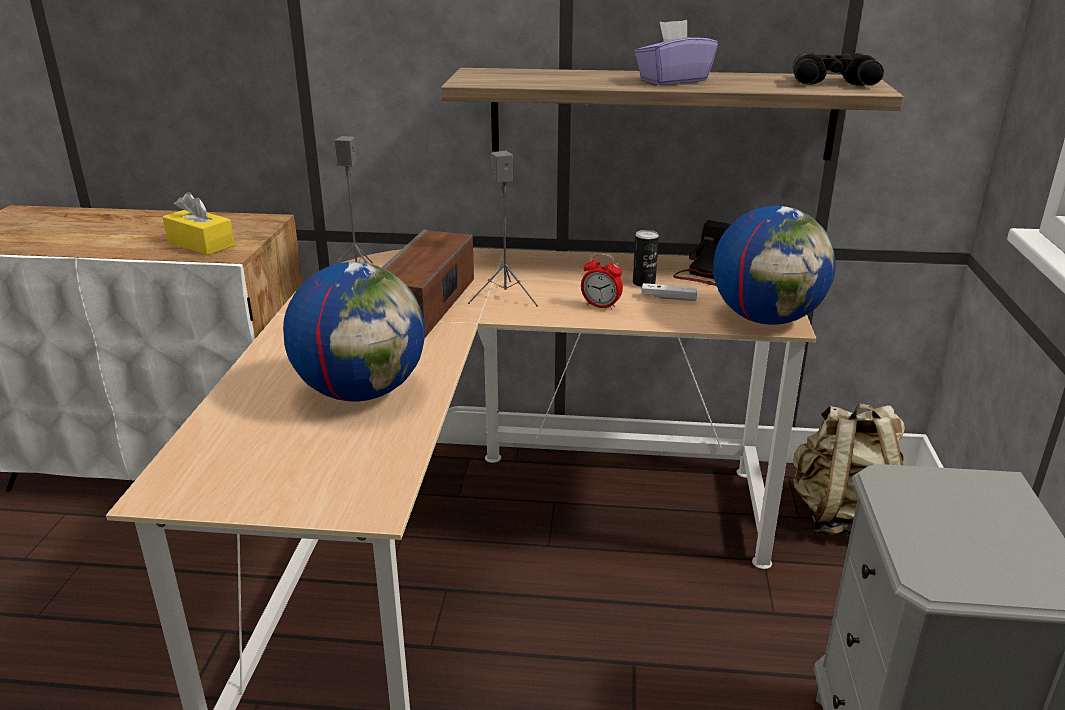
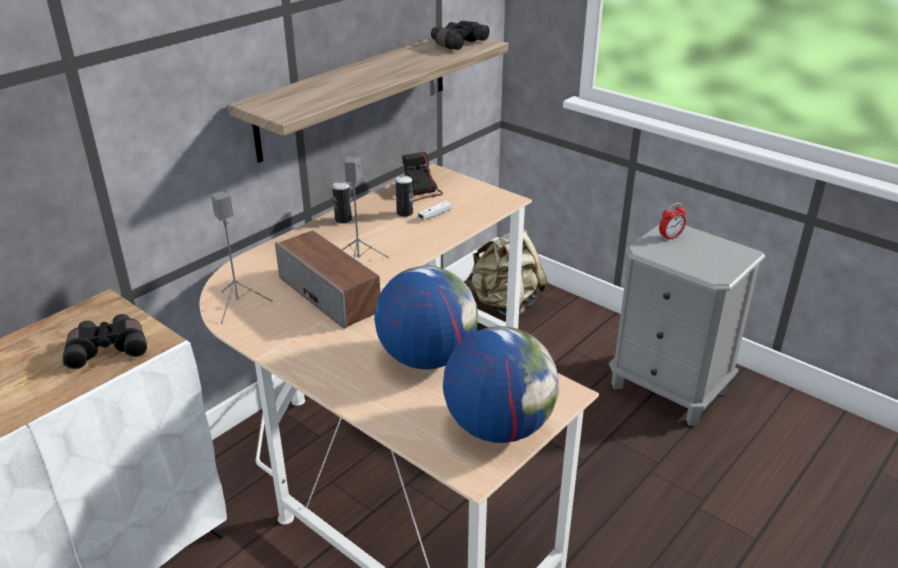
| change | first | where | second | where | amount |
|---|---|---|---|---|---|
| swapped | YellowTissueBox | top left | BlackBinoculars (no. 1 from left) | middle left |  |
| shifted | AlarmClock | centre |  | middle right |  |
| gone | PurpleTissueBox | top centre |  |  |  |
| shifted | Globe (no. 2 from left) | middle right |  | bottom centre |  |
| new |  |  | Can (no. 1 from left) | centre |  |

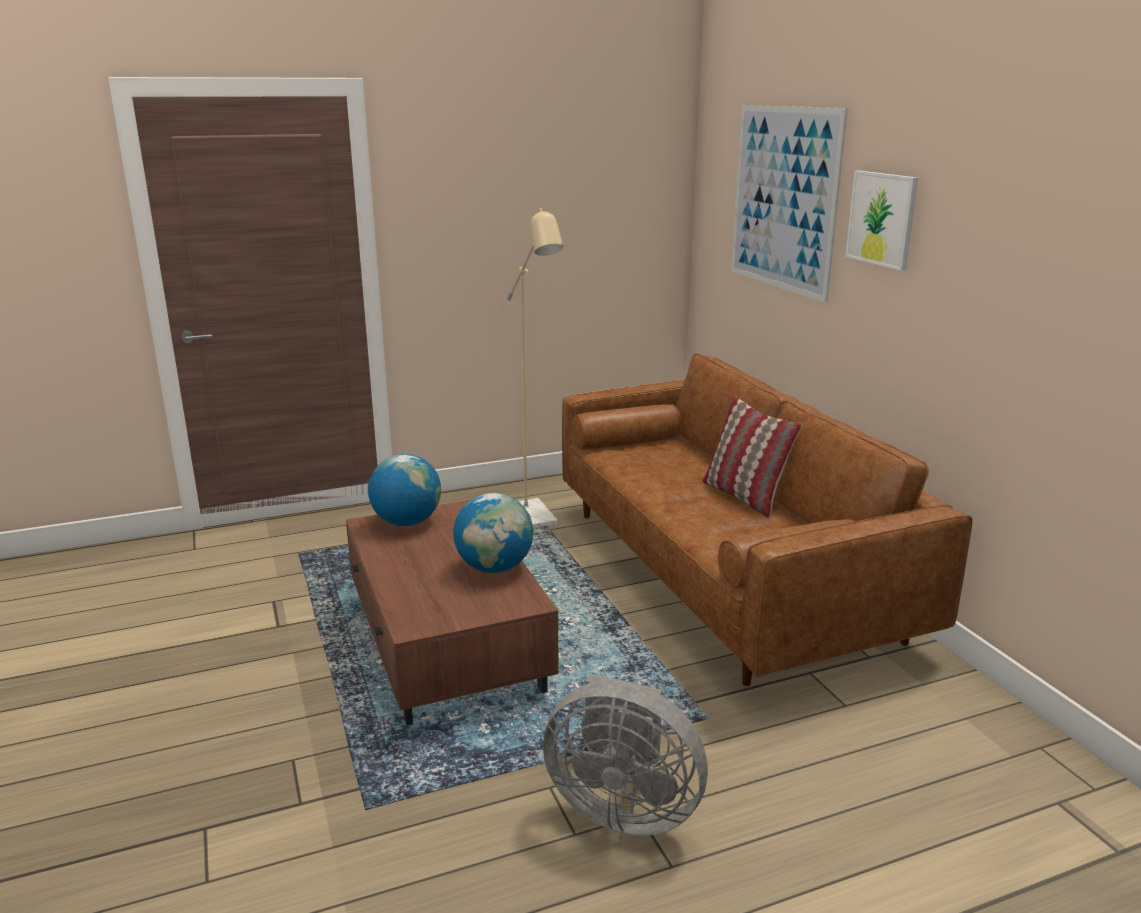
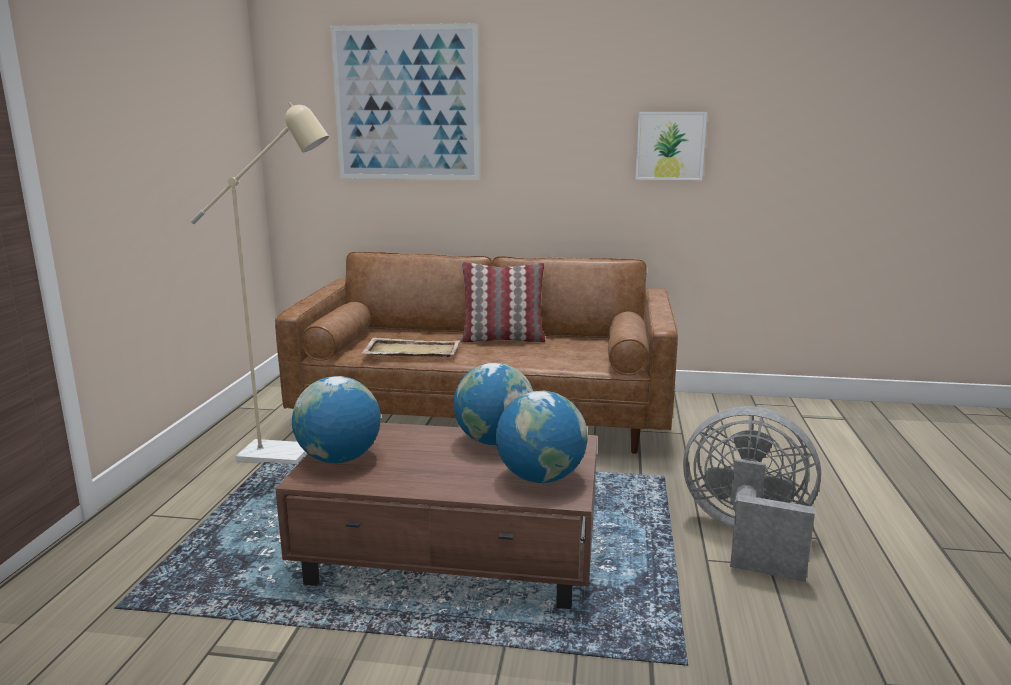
| change | first | where | second | where | amount |
|---|---|---|---|---|---|
| rotated | GreyFan | bottom centre |  | bottom right | 120 degrees counterclockwise |
| shifted | Picture (no. 2 from left) | top right |  | top centre |  |
| new |  |  | BeigeTray | centre |  |
| new |  |  | Globe (no. 3 from left) | centre |  |

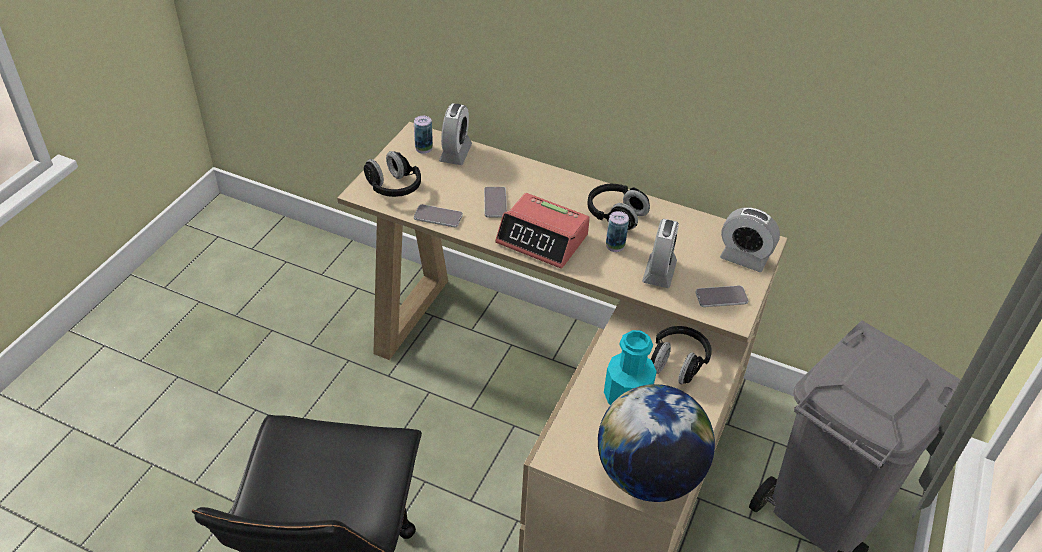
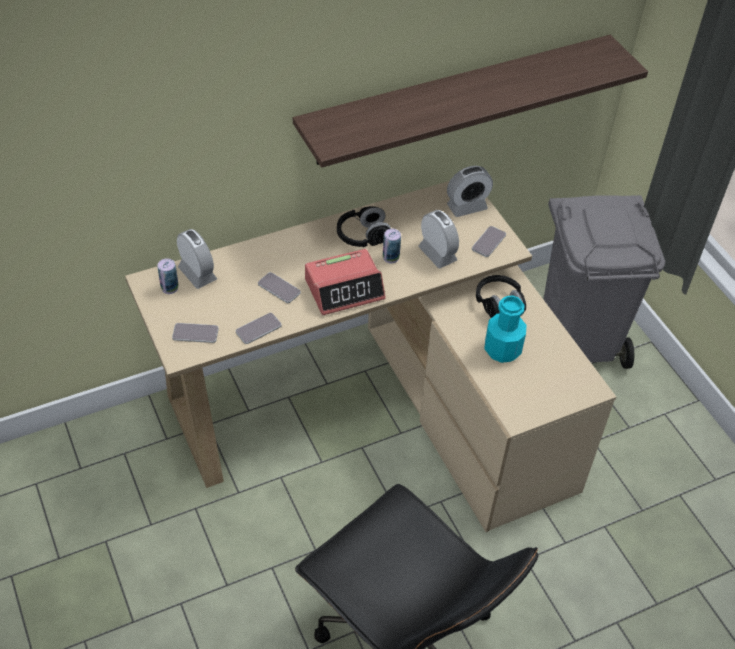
| change | first | where | second | where | amount |
|---|---|---|---|---|---|
| swapped | BlackHeadphones (no. 1 from left) | top centre | Phone (no. 1 from left) | middle left |  |
| gone | Globe | bottom centre |  |  |  |
| new |  |  | Shelf | top centre |  |

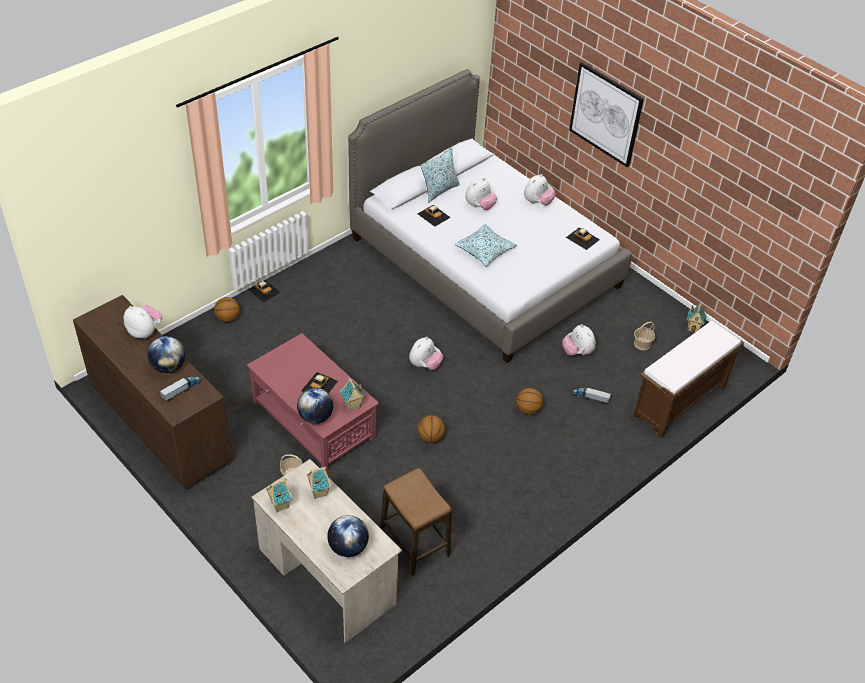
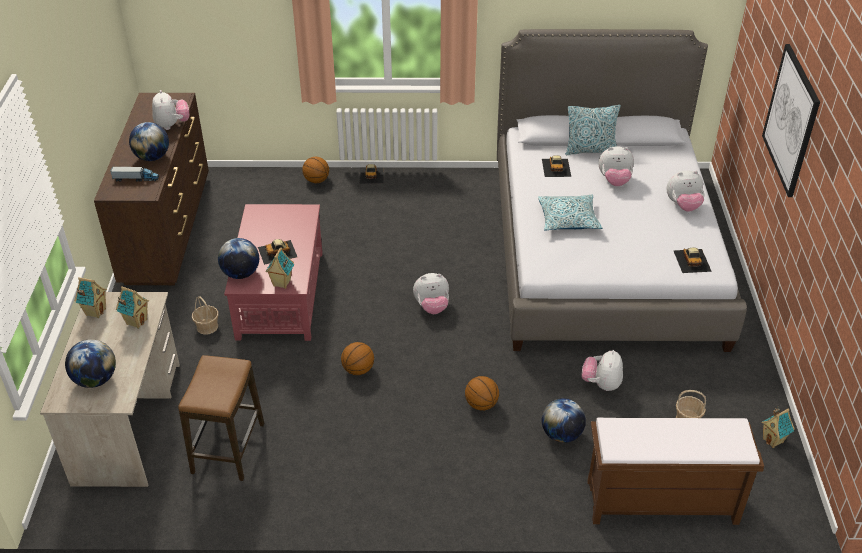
| change | first | where | second | where | amount |
|---|---|---|---|---|---|
| swapped | ToyTruck (no. 2 from left) | middle right | Globe (no. 4 from left) | bottom centre |  |

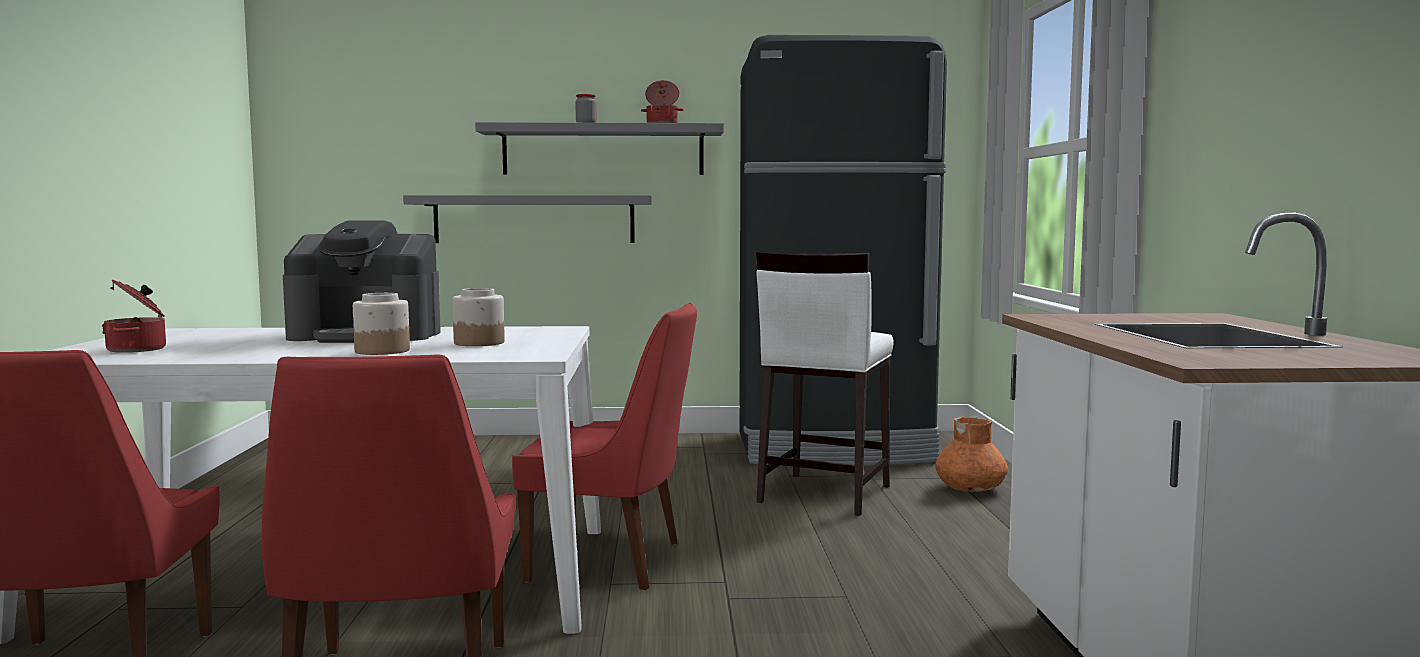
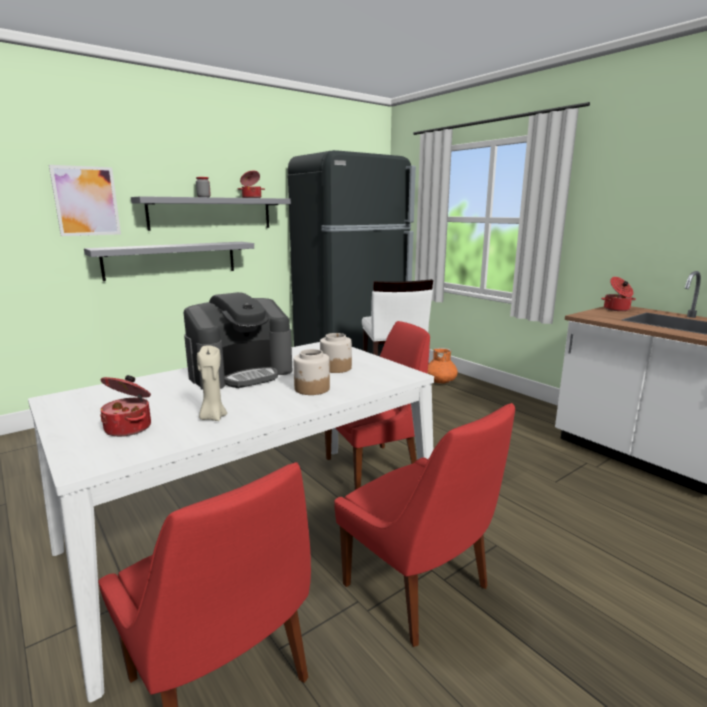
| change | first | where | second | where | amount |
|---|---|---|---|---|---|
| new |  |  | Picture | top left |  |
| new |  |  | BeigeCandle | middle left |  |
| new |  |  | CookingPot (no. 3 from left) | middle right |  |

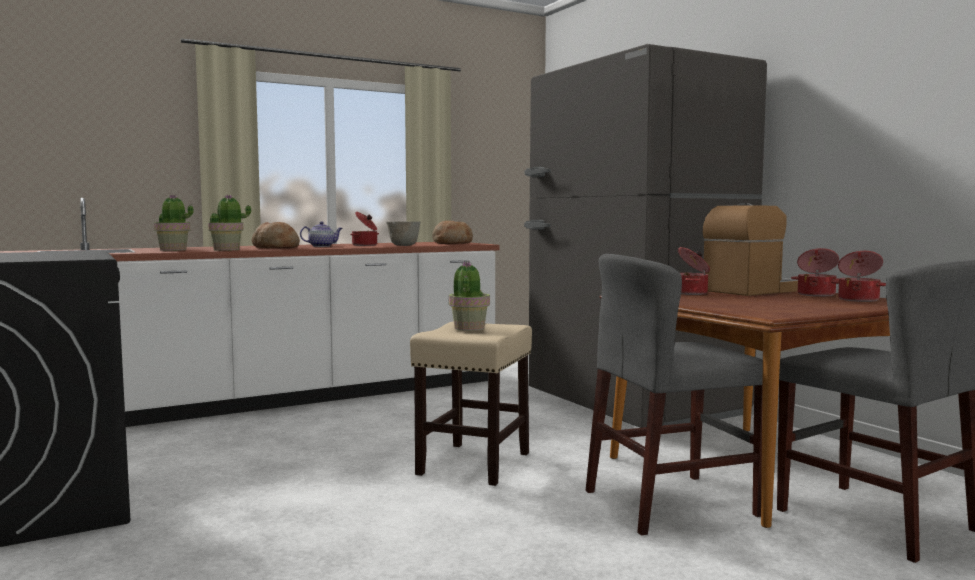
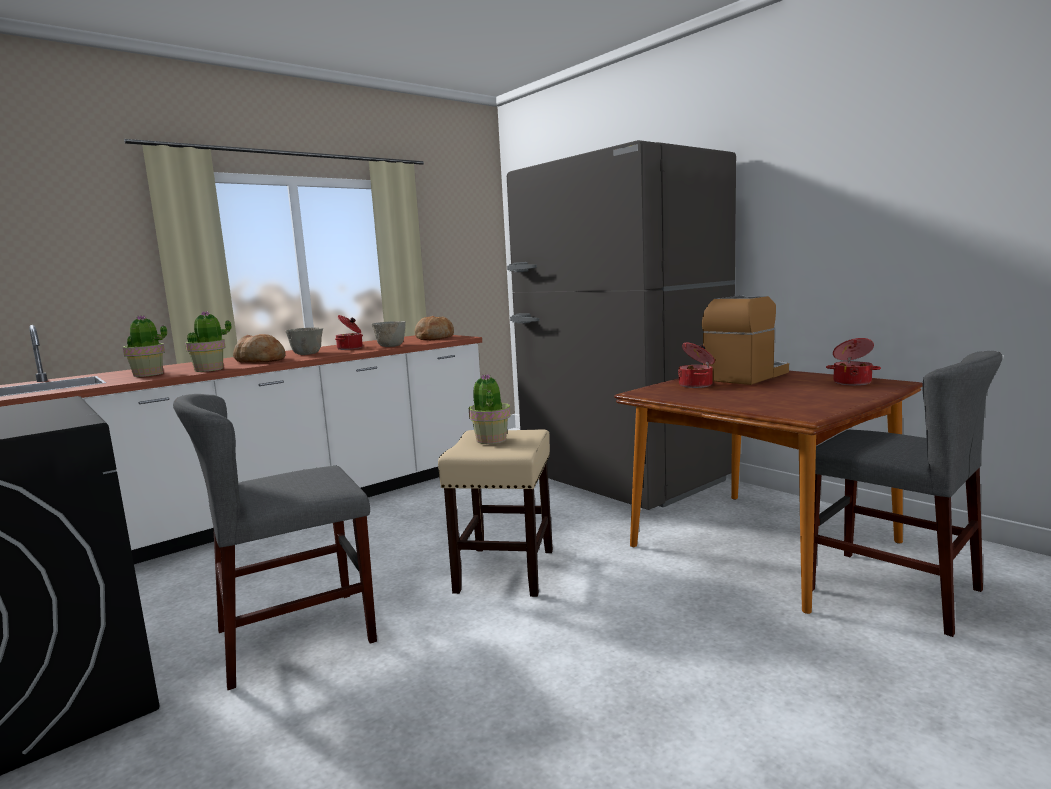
| change | first | where | second | where | amount |
|---|---|---|---|---|---|
| swapped | Teapot | middle left | GreyBowl (no. 1 from left) | middle left |  |
| shifted | GreyChair (no. 1 from left) | bottom right |  | bottom left |  |
| gone | CookingPot (no. 3 from left) | middle right |  |  |  |

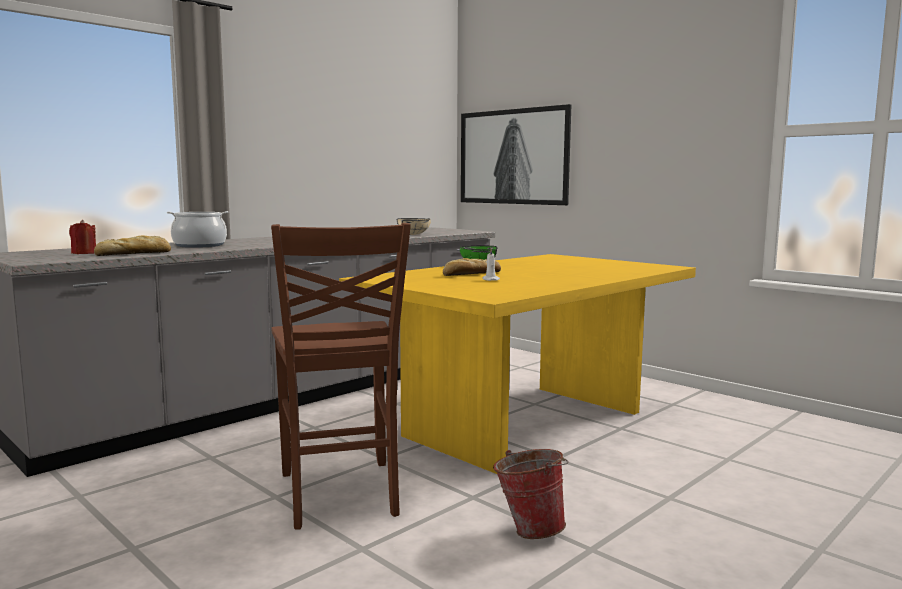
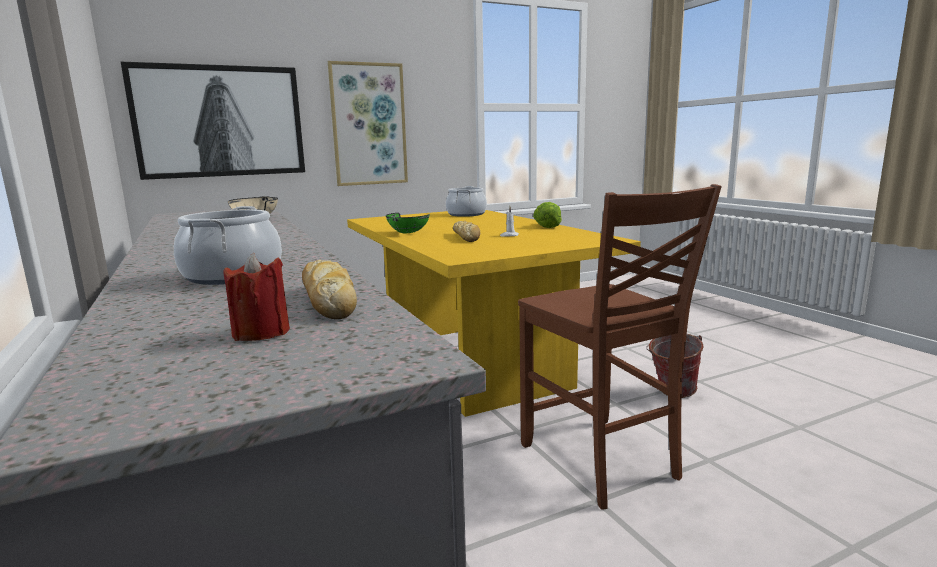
| change | first | where | second | where | amount |
|---|---|---|---|---|---|
| rotated | BrownChair | centre |  | centre | 60 degrees clockwise |
| new |  |  | Picture (no. 2 from left) | top centre |  |
| new |  |  | CookingPot (no. 2 from left) | centre |  |
| new |  |  | Lettuce | centre |  |

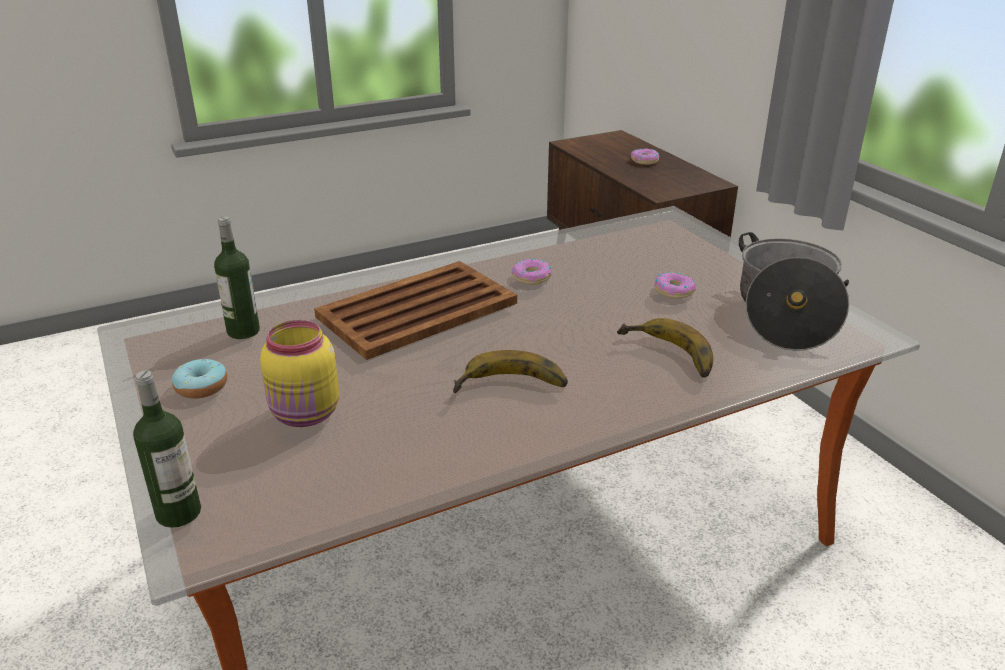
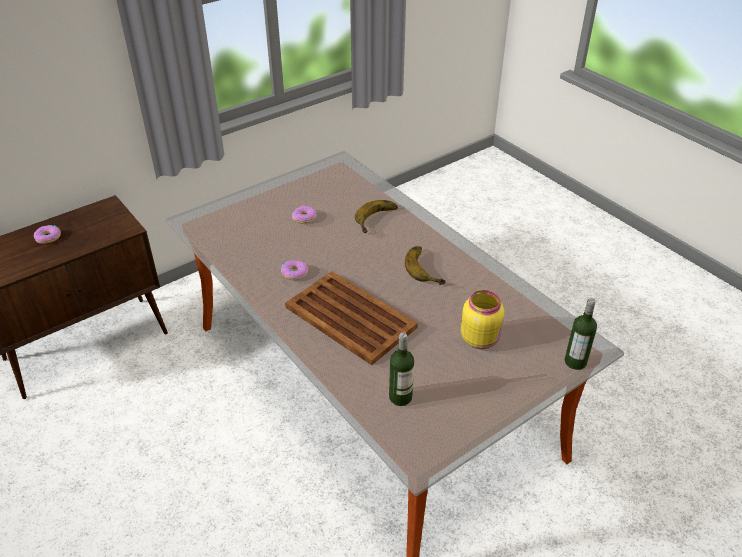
| change | first | where | second | where | amount |
|---|---|---|---|---|---|
| gone | Donut (no. 1 from left) | middle left |  |  |  |
| gone | CookingPot | middle right |  |  |  |

